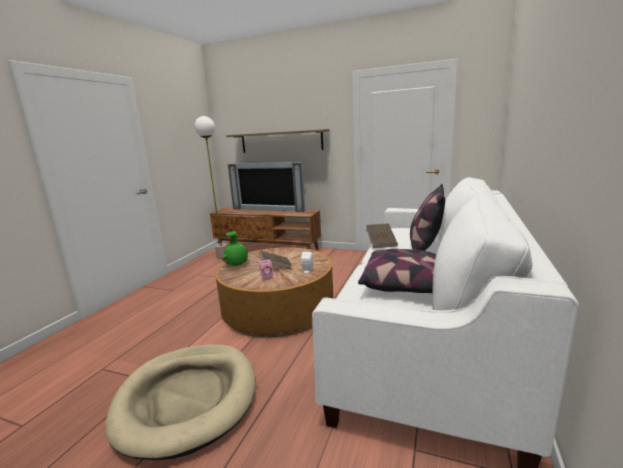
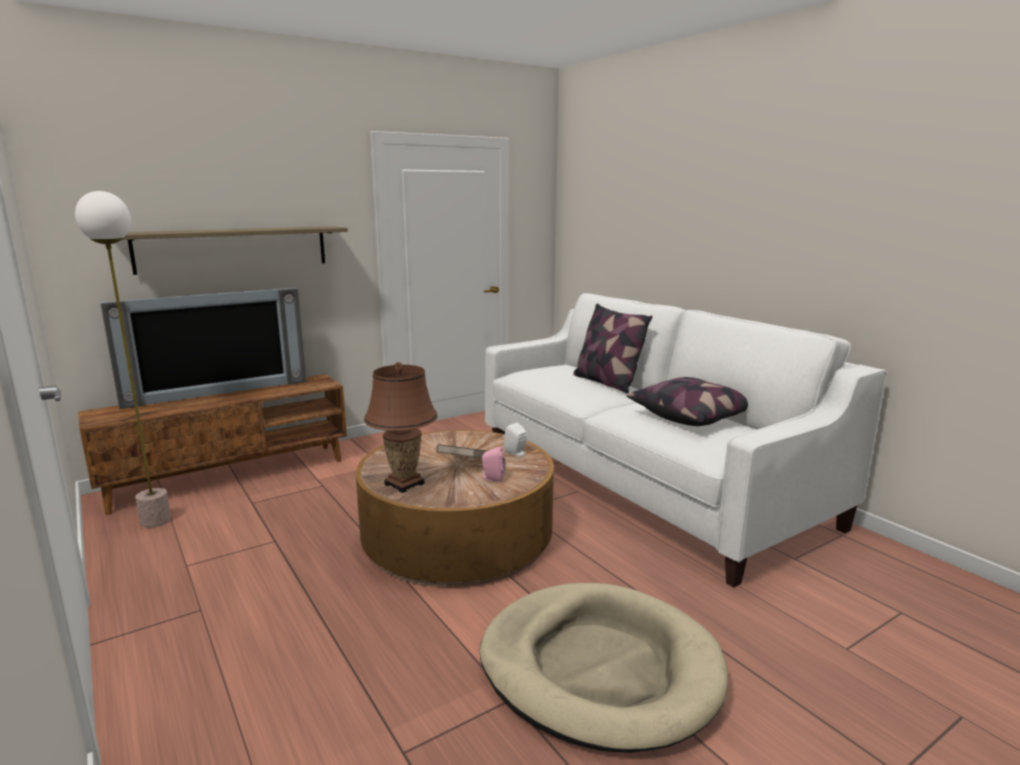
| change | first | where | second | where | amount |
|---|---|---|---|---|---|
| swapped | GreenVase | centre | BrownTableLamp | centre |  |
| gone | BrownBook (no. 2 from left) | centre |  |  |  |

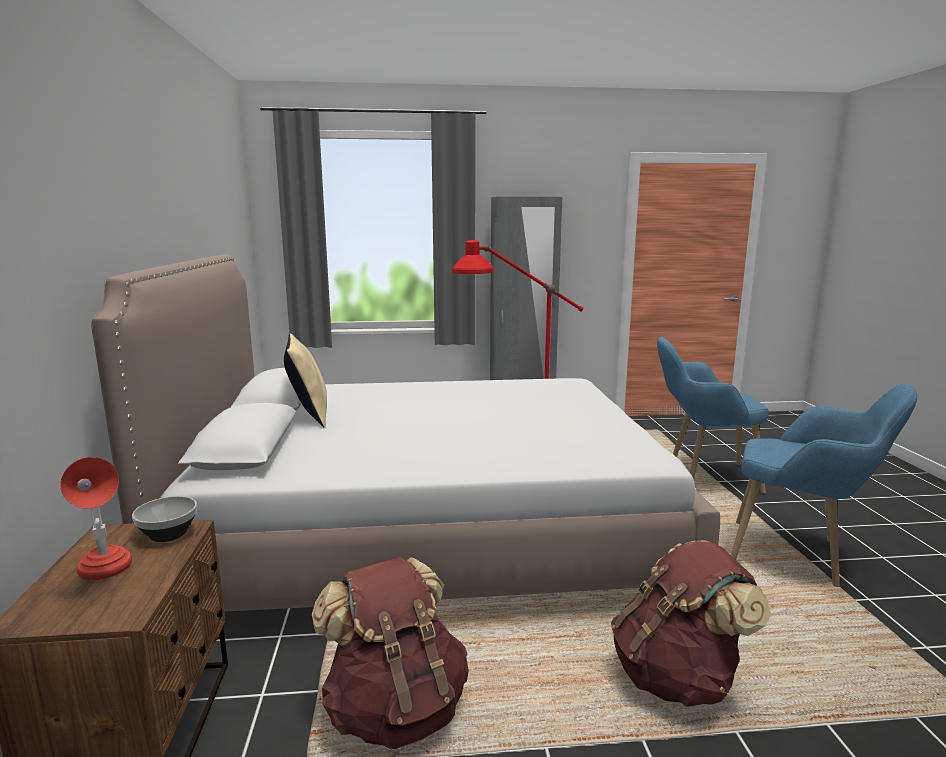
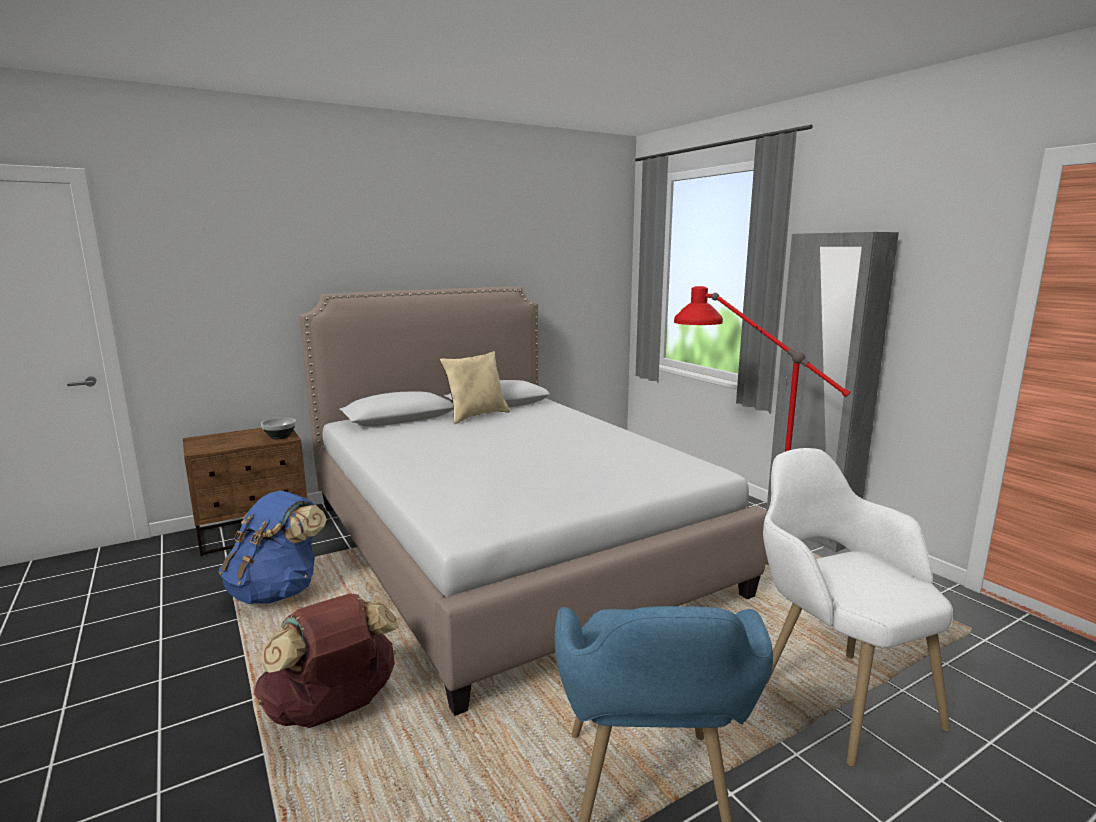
| change | first | where | second | where | amount |
|---|---|---|---|---|---|
| gone | RedTableLamp | bottom left |  |  |  |
| repainted | BrownBackpack (no. 1 from left) | bottom centre | BlueBackpack | middle left |  |
| repainted | BlueArmchair (no. 1 from left) | middle right | WhiteArmchair | bottom right |  |

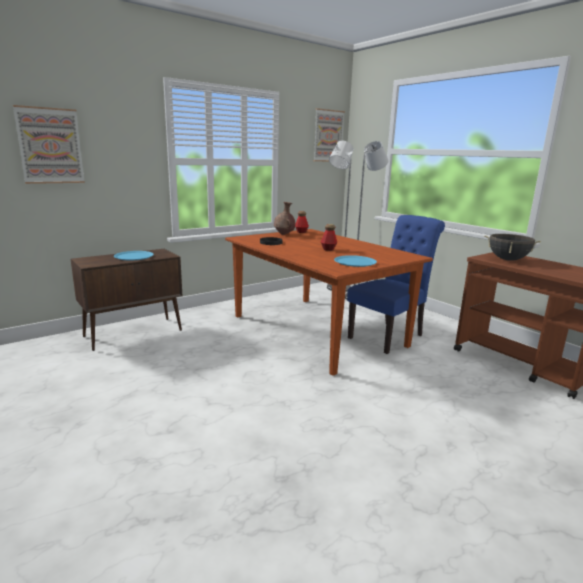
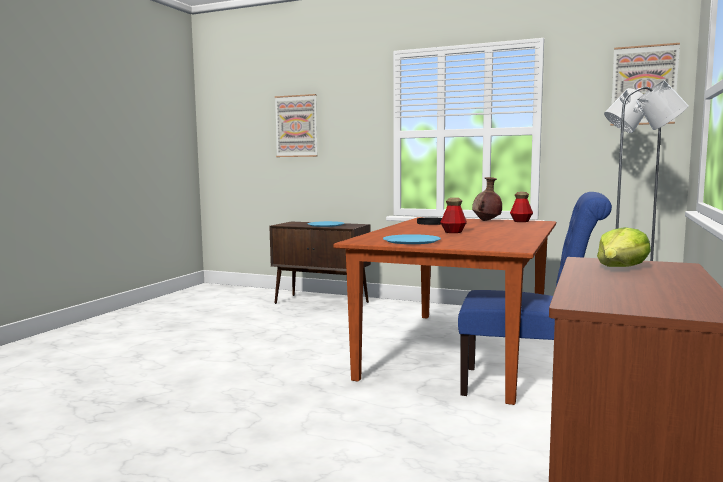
| change | first | where | second | where | amount |
|---|---|---|---|---|---|
| swapped | BlackCookingPot | middle right | Lettuce | middle right |  |

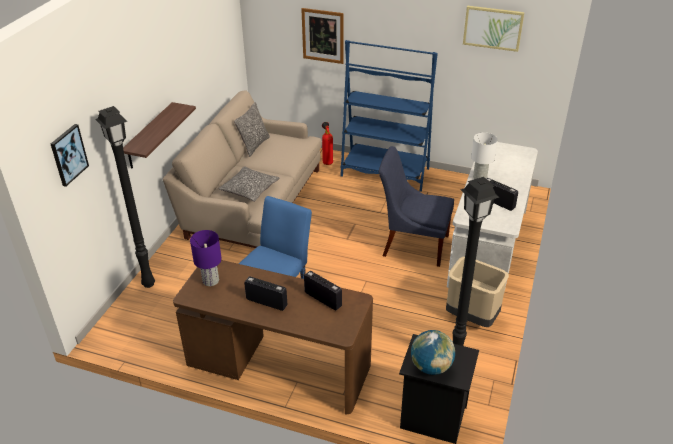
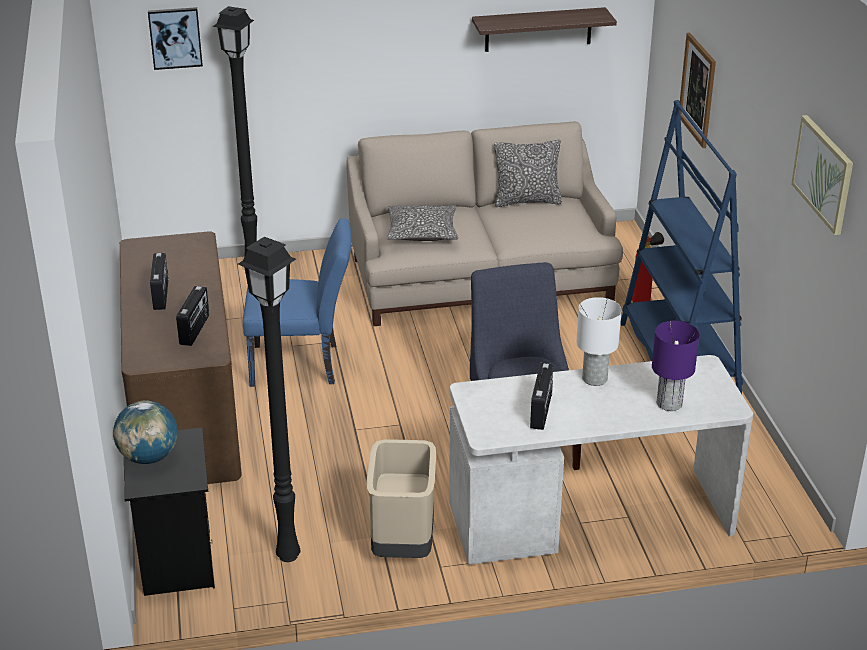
| change | first | where | second | where | amount |
|---|---|---|---|---|---|
| shifted | Shelf | top left |  | top centre |  |
| shifted | PurpleTableLamp | middle left |  | middle right |  |

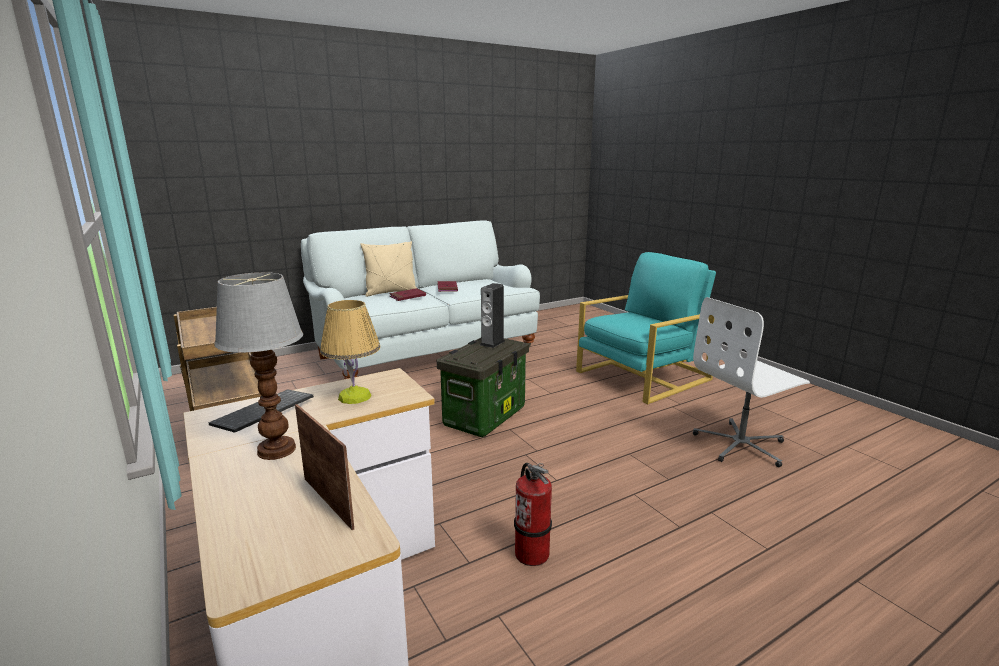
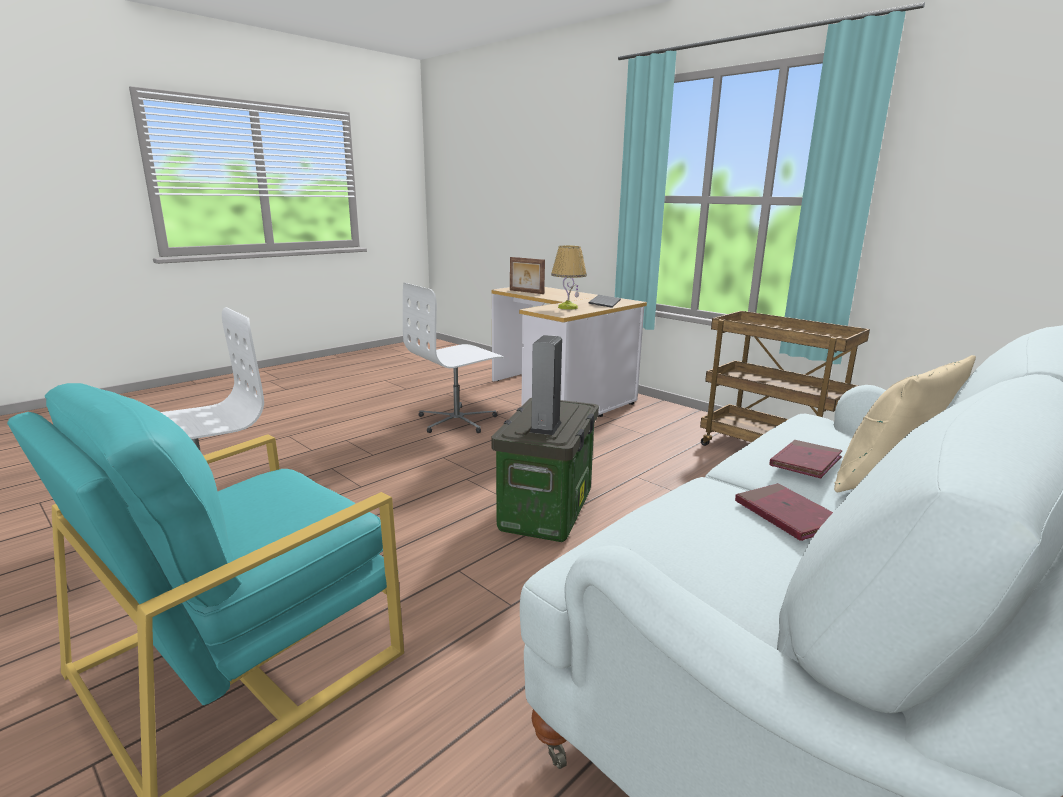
| change | first | where | second | where | amount |
|---|---|---|---|---|---|
| gone | TableLamp (no. 1 from left) | middle left |  |  |  |
| swapped | FireExtinguisher | bottom centre | WhiteOfficeChair (no. 2 from left) | centre |  |

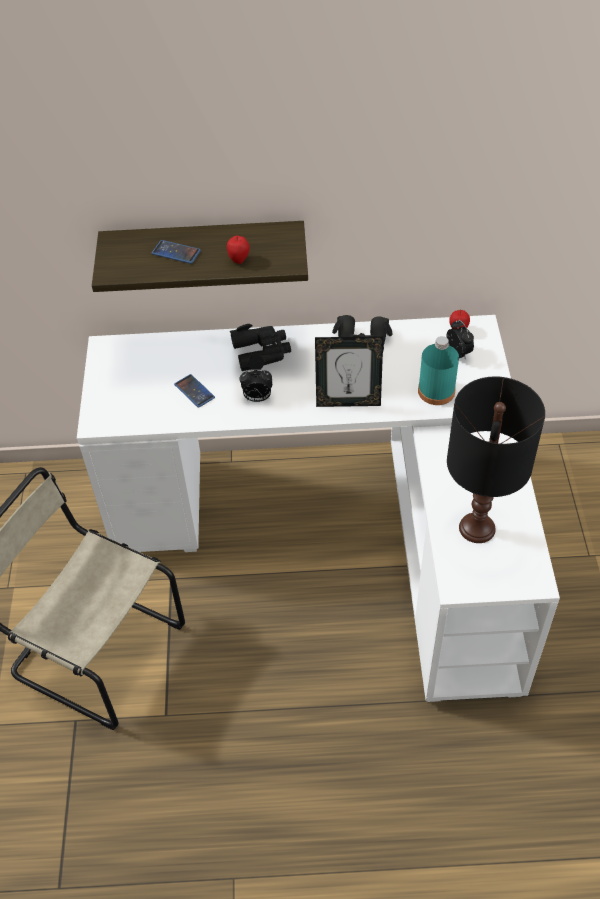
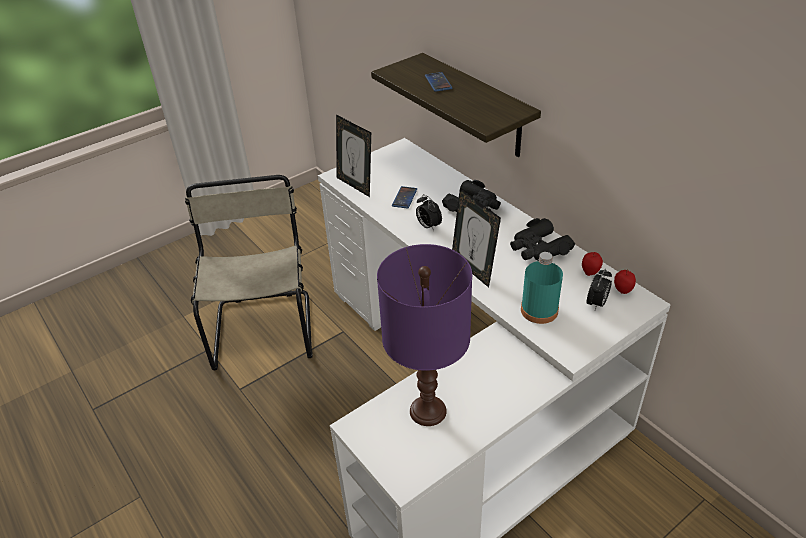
| change | first | where | second | where | amount |
|---|---|---|---|---|---|
| shifted | Apple (no. 1 from left) | top centre |  | middle right |  |
| repainted | BlackTableLamp | middle right | PurpleTableLamp | centre |  |
| new |  |  | PictureFrame (no. 1 from left) | top centre |  |

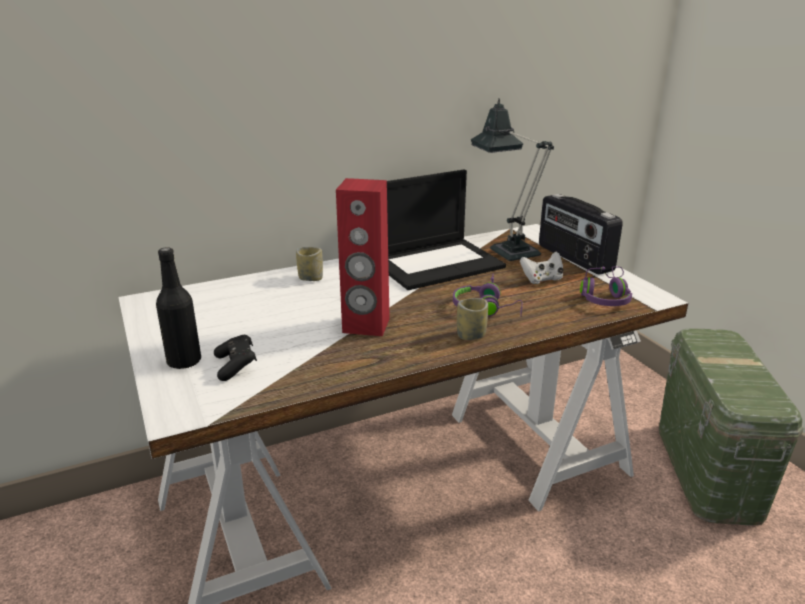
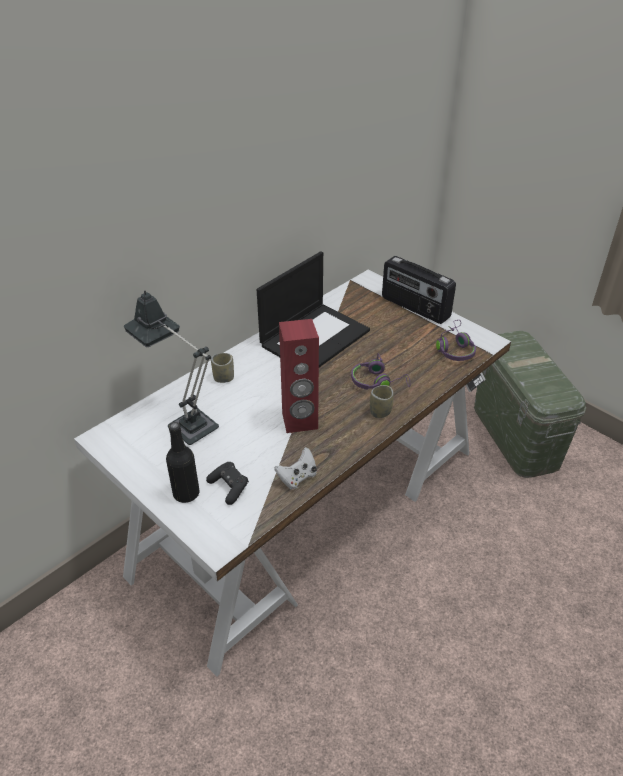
| change | first | where | second | where | amount |
|---|---|---|---|---|---|
| shifted | TableLamp | top centre |  | middle left |  |
| shifted | WhiteGameController | middle right |  | centre |  |

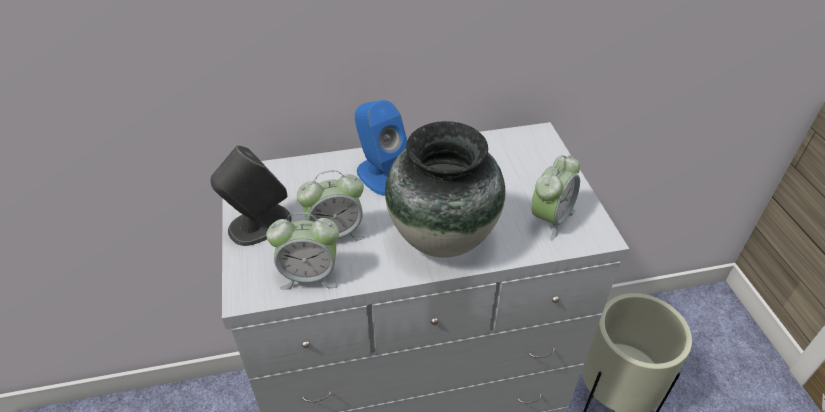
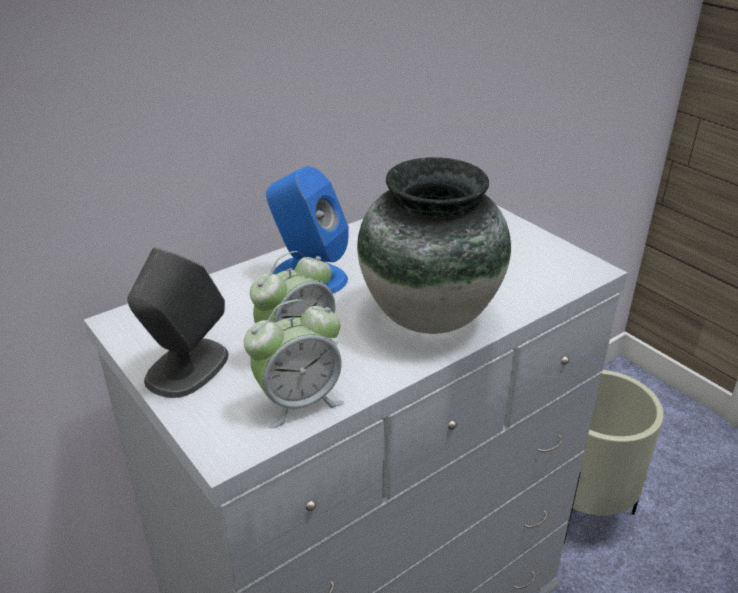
| change | first | where | second | where | amount |
|---|---|---|---|---|---|
| gone | AlarmClock (no. 3 from left) | middle right |  |  |  |

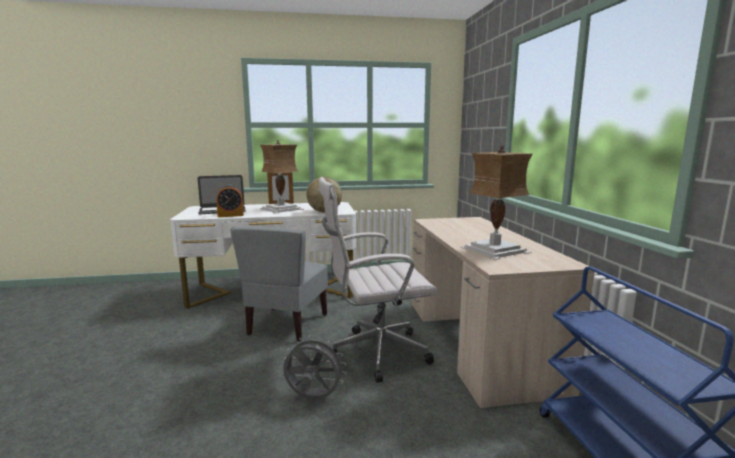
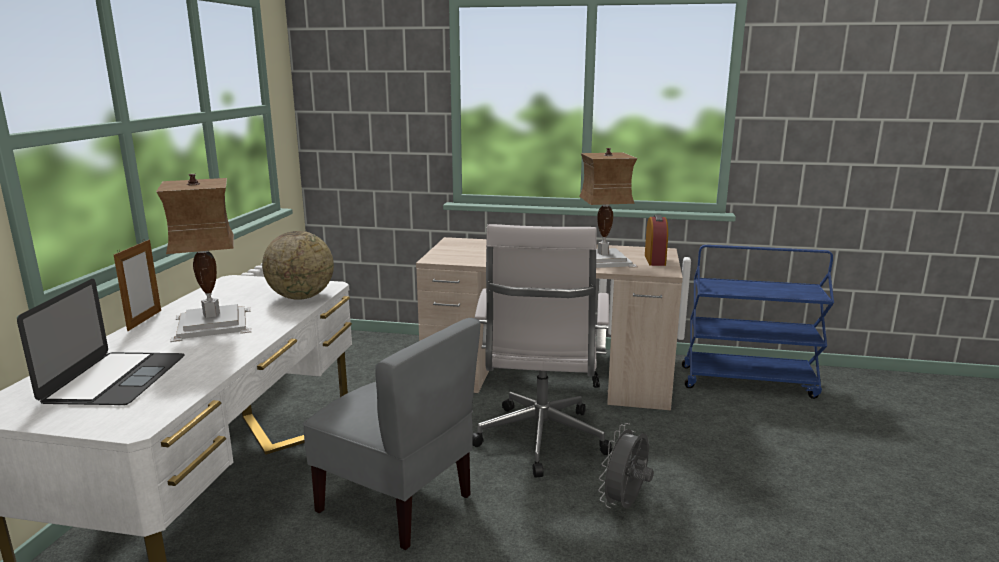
| change | first | where | second | where | amount |
|---|---|---|---|---|---|
| shifted | AlarmClock | middle left |  | centre |  |

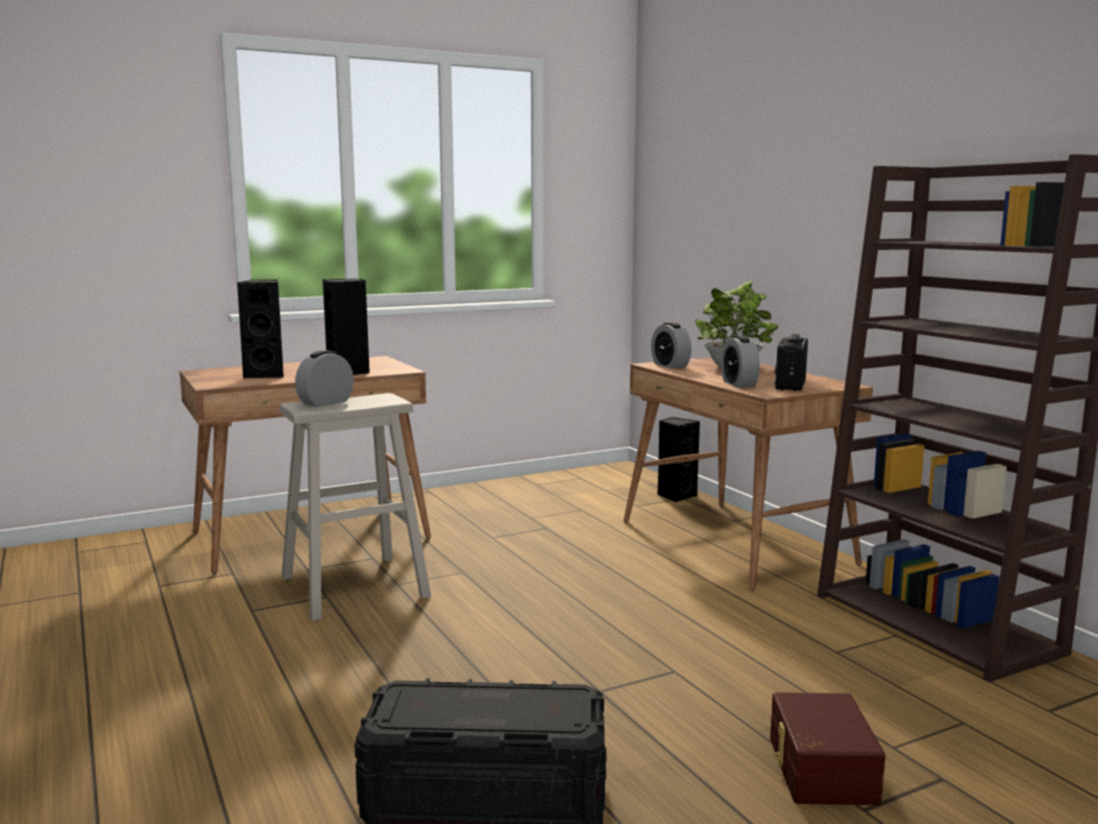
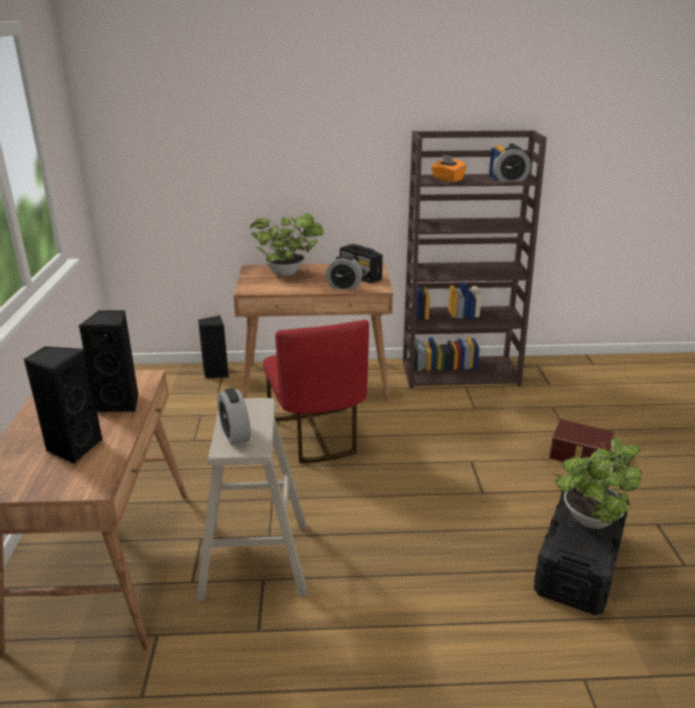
| change | first | where | second | where | amount |
|---|---|---|---|---|---|
| shifted | AlarmClock (no. 2 from left in the first image) | centre | AlarmClock (no. 3 from left) | top right |  |
| new |  |  | RedChair | centre |  |
| new |  |  | OrangeTissueBox | top centre |  |
| new |  |  | PottedPlant (no. 2 from left) | bottom right |  |

